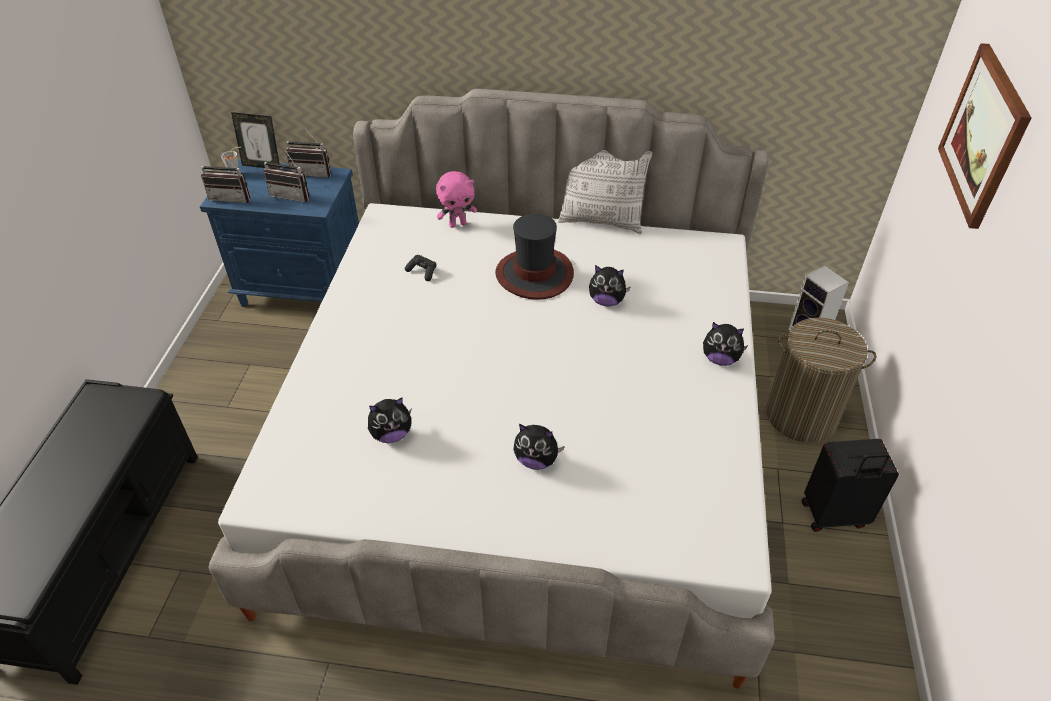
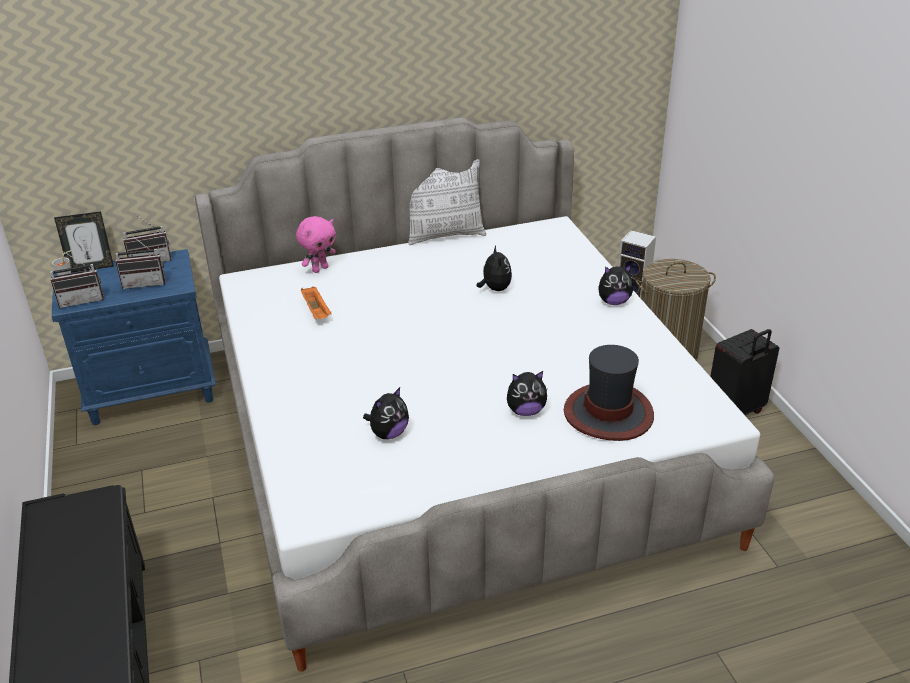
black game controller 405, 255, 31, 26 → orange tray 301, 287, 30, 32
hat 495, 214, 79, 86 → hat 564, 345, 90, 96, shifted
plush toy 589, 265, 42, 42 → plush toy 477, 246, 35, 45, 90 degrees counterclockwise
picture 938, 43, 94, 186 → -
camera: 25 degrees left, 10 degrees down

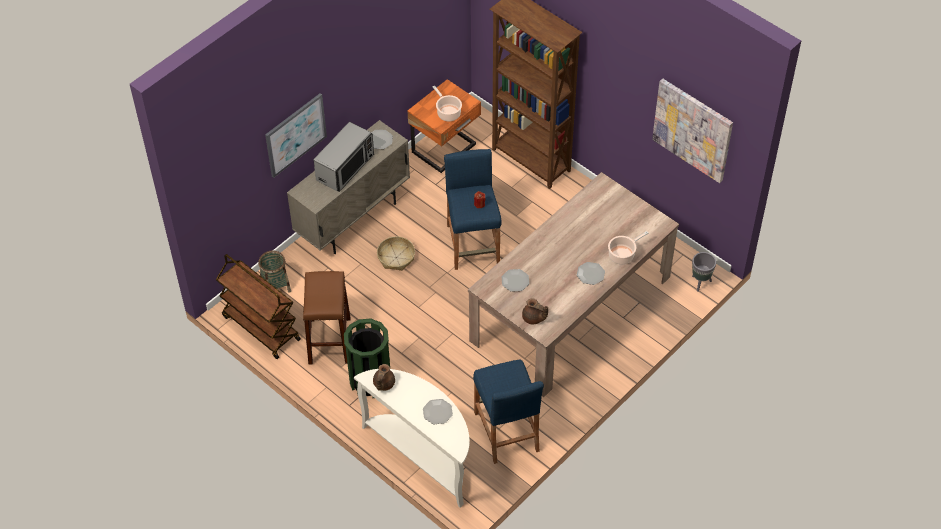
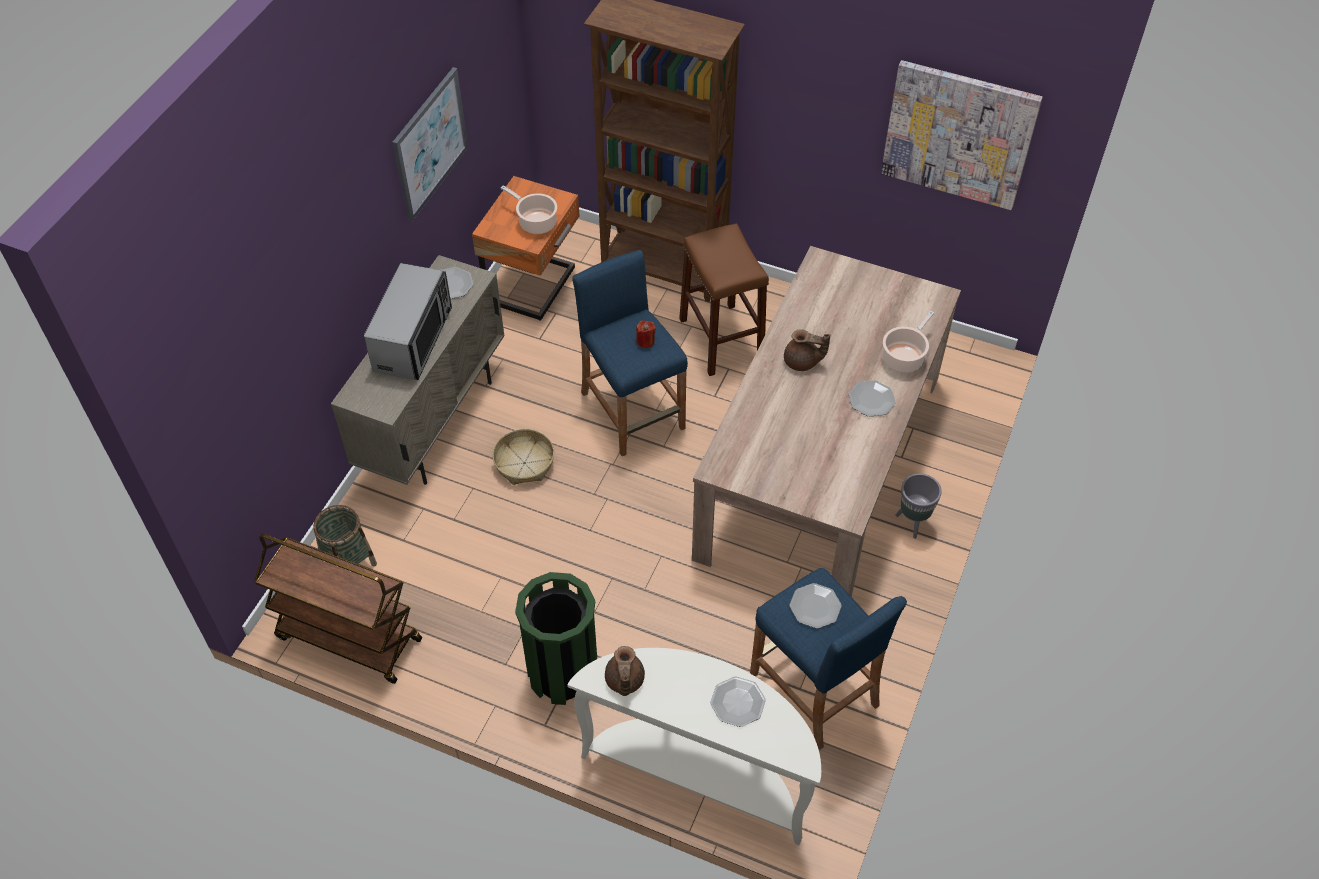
picture 265, 93, 62, 85 → picture 393, 67, 75, 155, shifted
brown stool 303, 271, 48, 93 → brown stool 679, 223, 90, 153, shifted
plate 502, 269, 27, 23 → plate 790, 583, 52, 45, shifted
brown teapot 522, 298, 26, 26 → brown teapot 784, 329, 46, 42, shifted
grey planter 692, 252, 24, 40 → grey planter 895, 473, 47, 66, shifted
camera: 20 degrees left, 0 degrees up

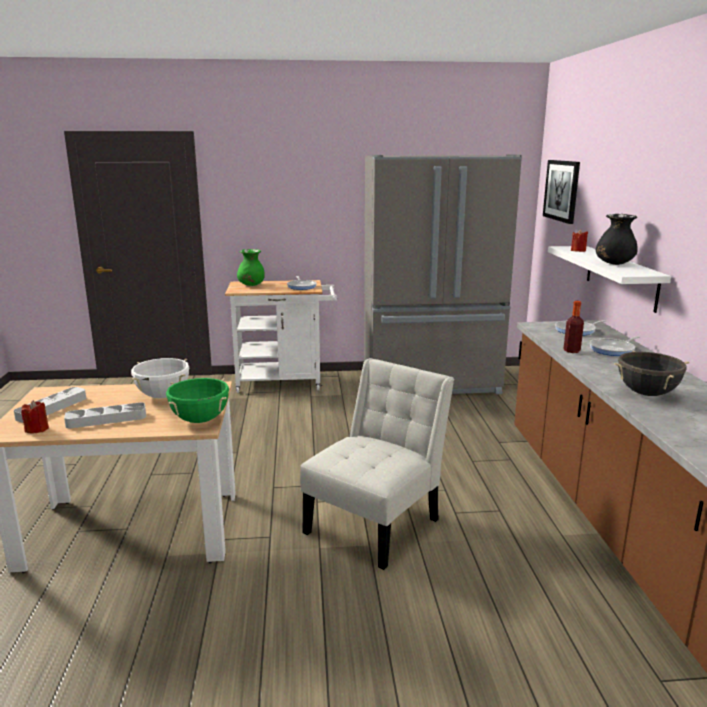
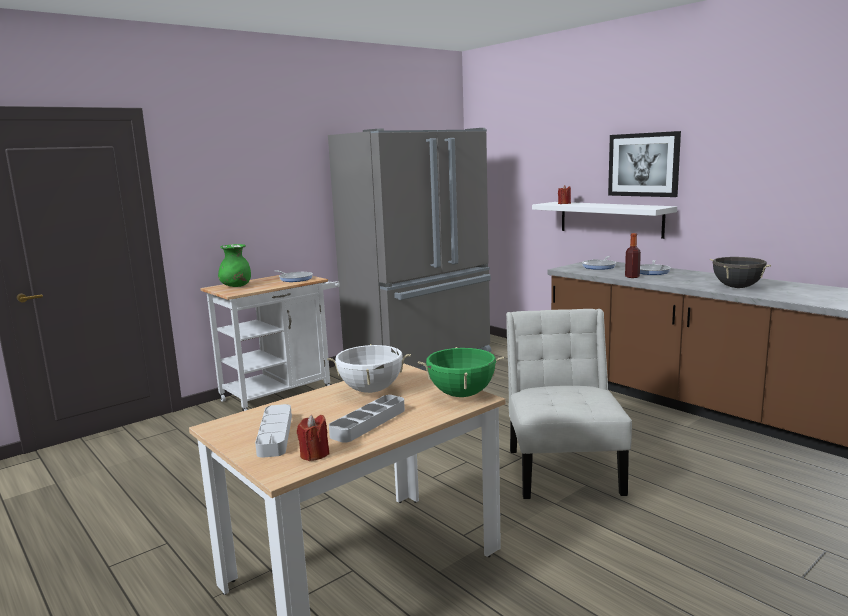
picture 543, 160, 37, 64 → picture 608, 131, 73, 66, shifted
black vase 596, 214, 42, 51 → -
camera: 35 degrees left, 5 degrees down

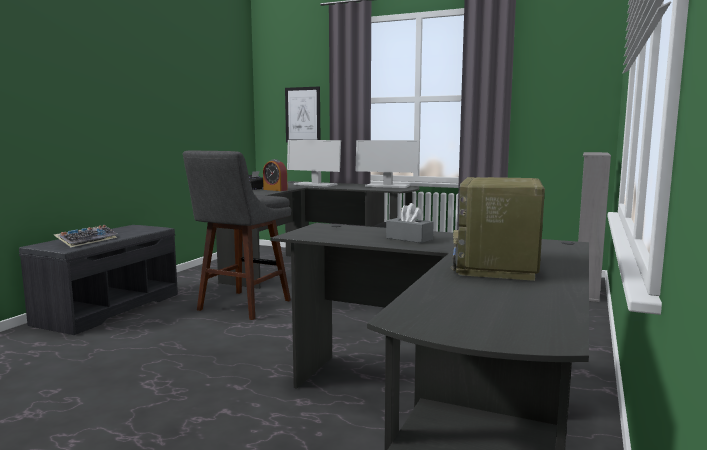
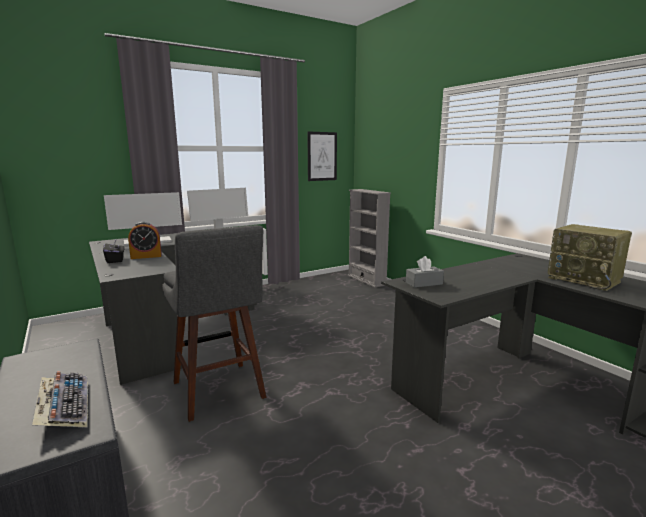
picture 285, 87, 35, 56 → picture 307, 132, 30, 49, shifted
grey tissue box 386, 203, 48, 40 → grey tissue box 406, 256, 38, 32, shifted
camera: 55 degrees left, 5 degrees up

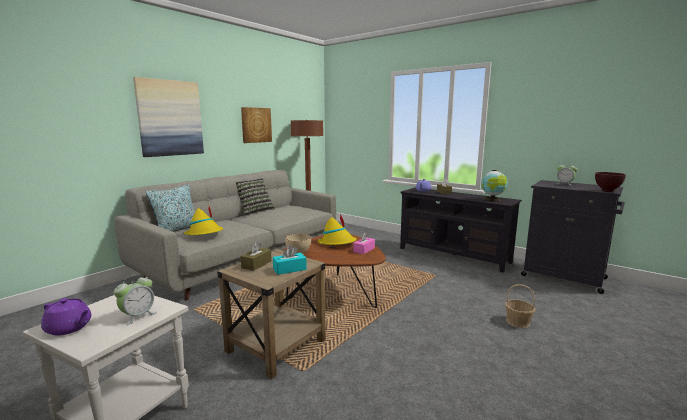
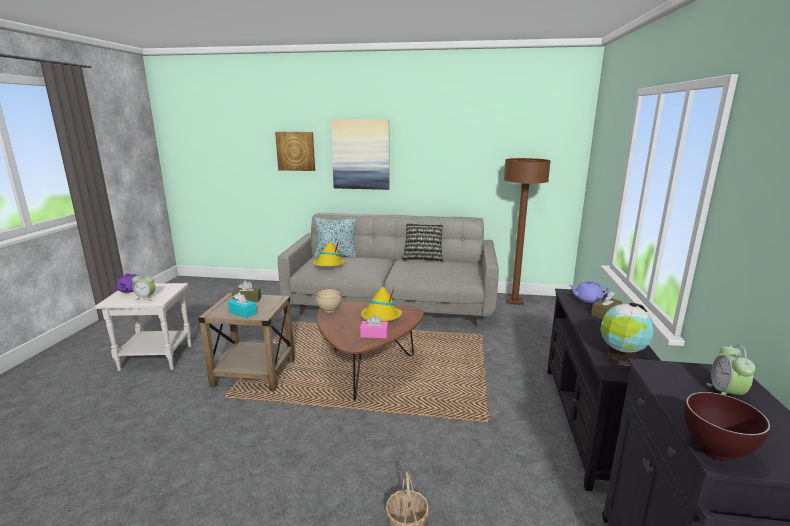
picture 241, 107, 31, 36 → picture 275, 132, 40, 39, shifted
camera: 60 degrees right, 5 degrees up

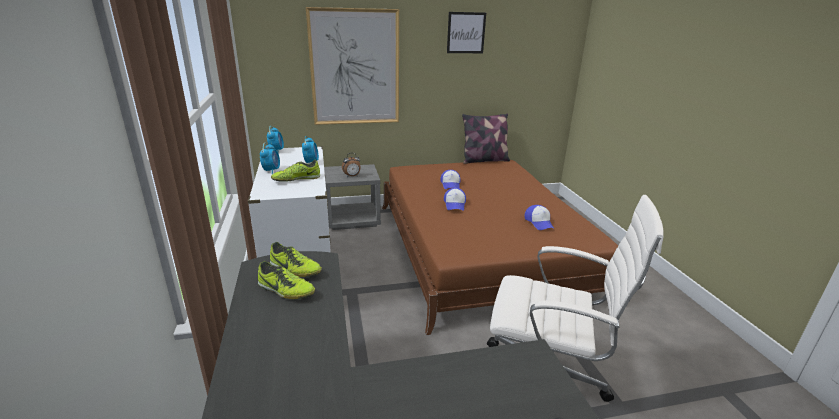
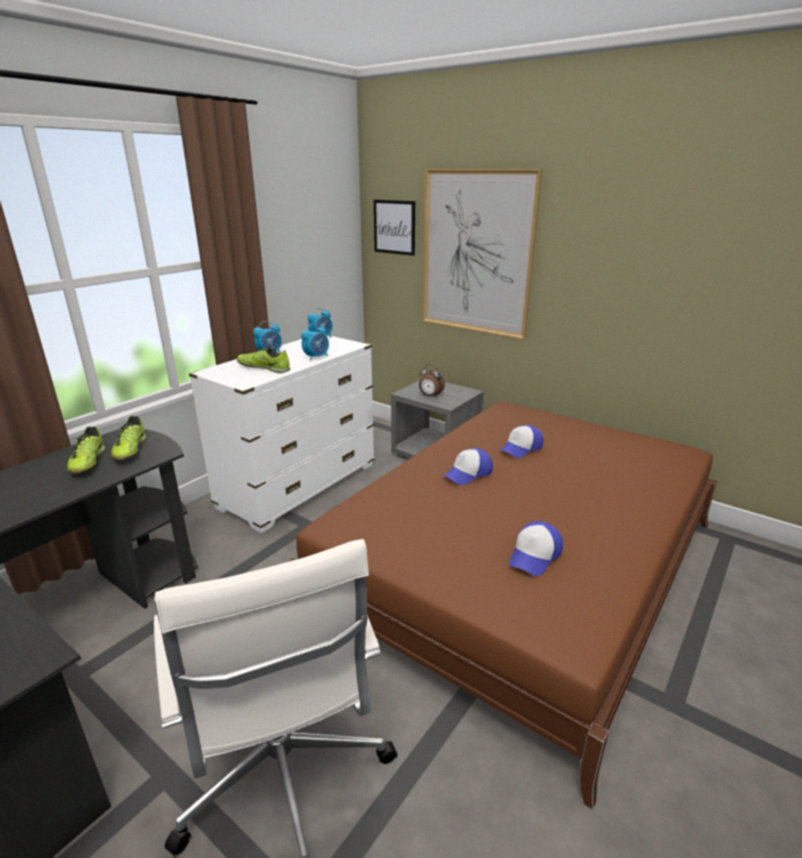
picture 447, 12, 39, 41 → picture 374, 200, 41, 56, shifted
pillow 462, 113, 48, 51 → -
camera: 50 degrees right, 0 degrees up

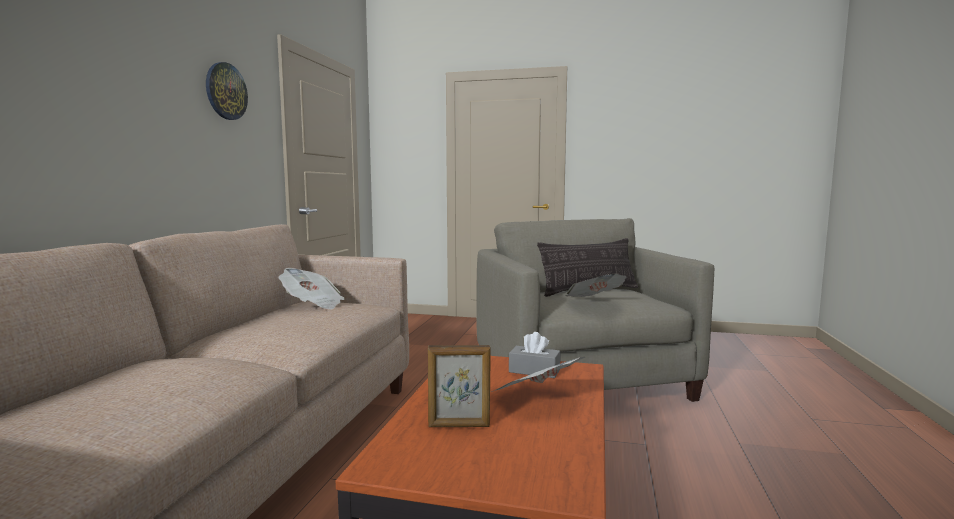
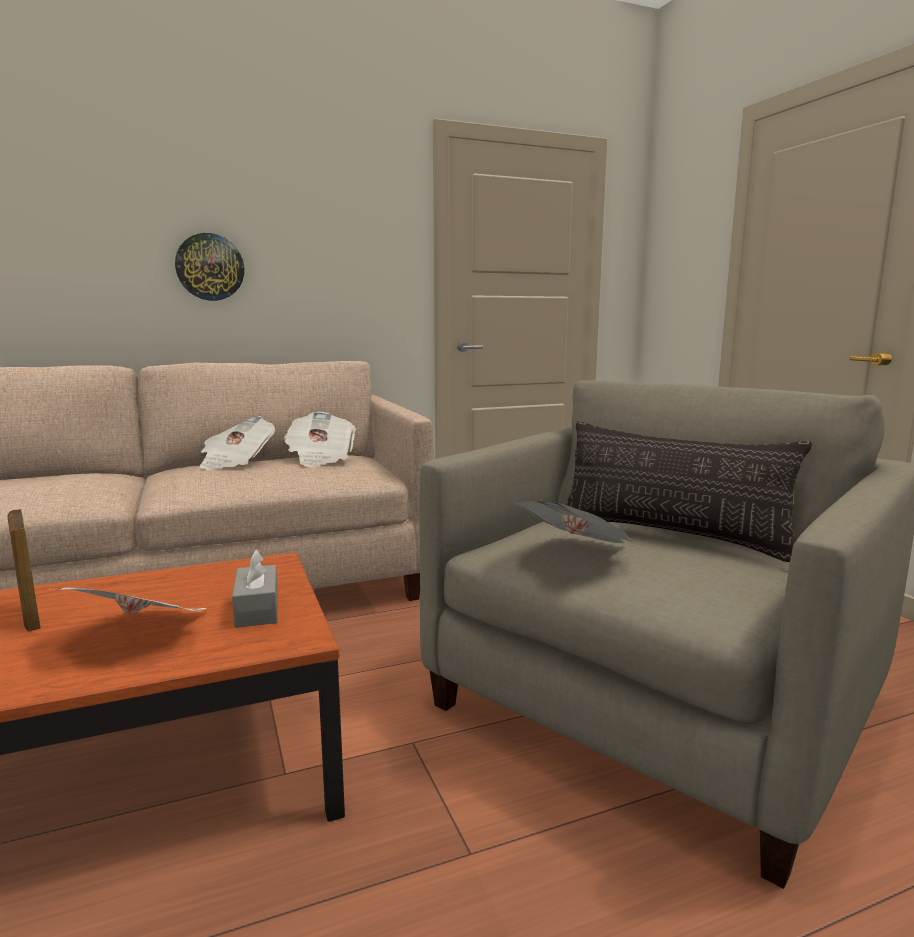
wall clock 206, 62, 42, 58 → wall clock 175, 233, 69, 68, shifted
- → newspaper 200, 416, 75, 54
camera: 55 degrees right, 5 degrees up

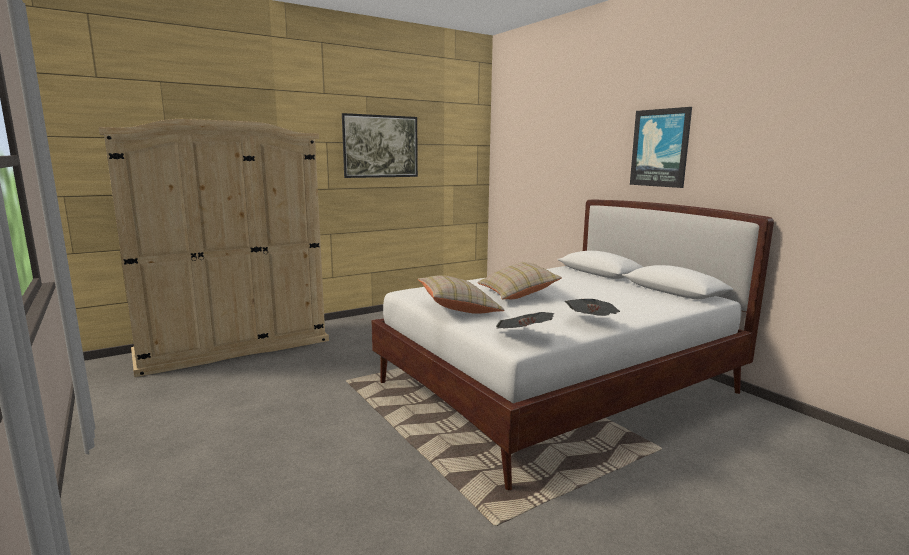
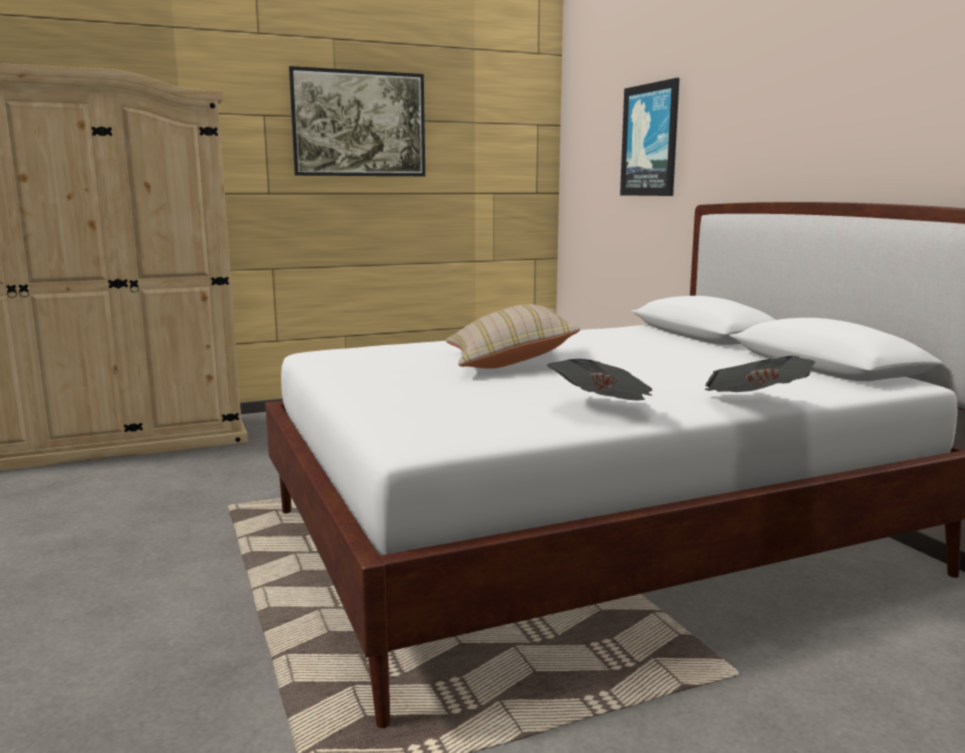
beige pillow 418, 275, 86, 39 → -
newspaper 496, 312, 58, 16 → newspaper 704, 356, 112, 36, shifted
picture 630, 107, 62, 81 → picture 620, 78, 60, 118, shifted
camera: 10 degrees right, 0 degrees up

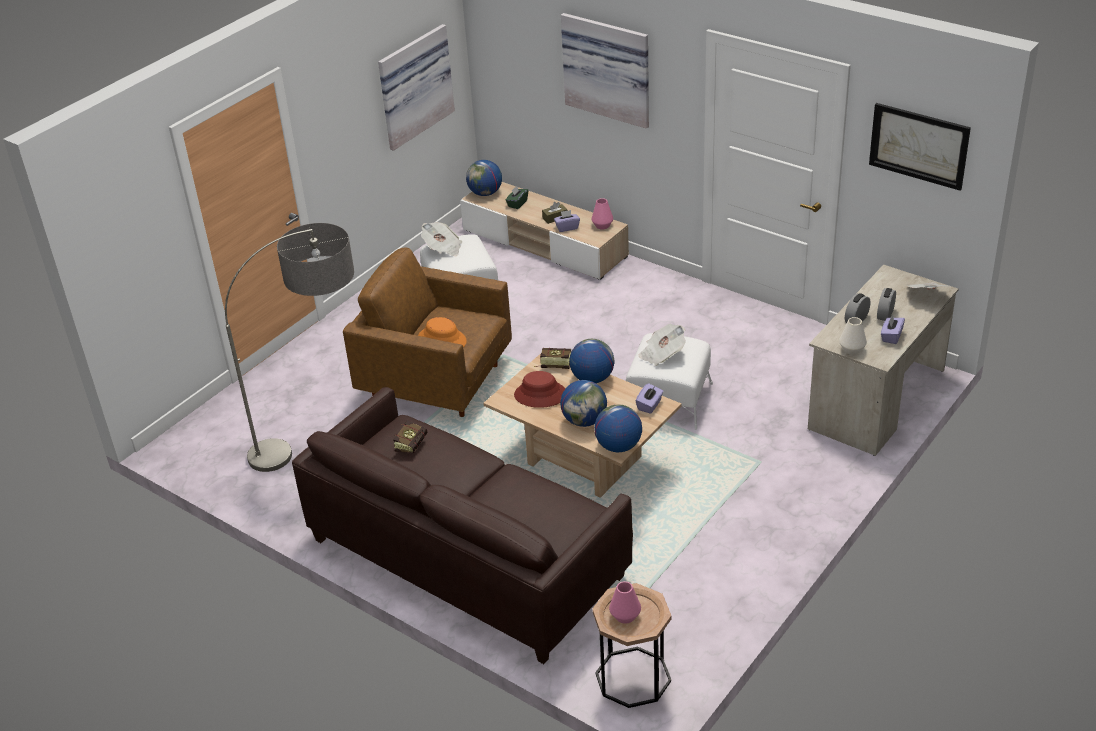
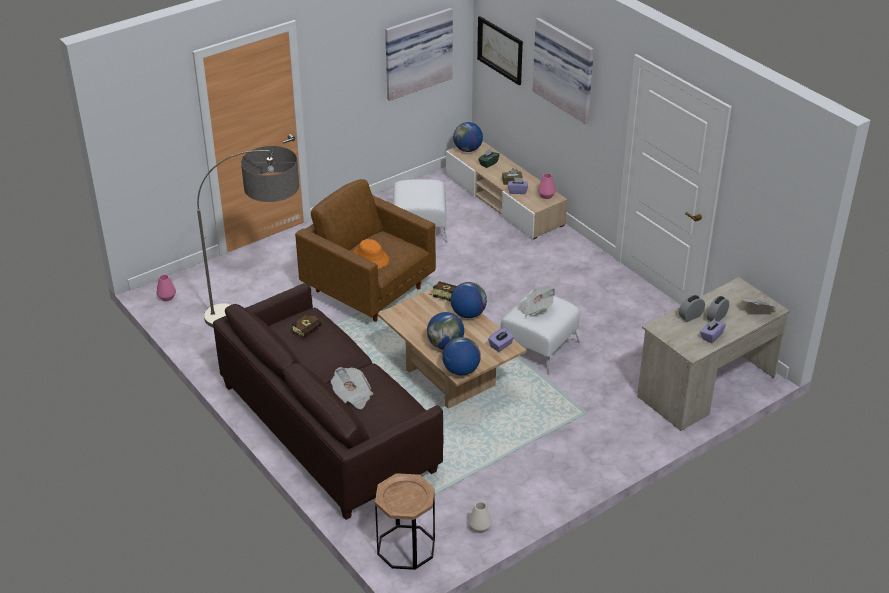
newspaper 421, 222, 41, 34 → newspaper 331, 367, 42, 42, shifted
red hat 514, 371, 52, 37 → -
pink vase 609, 581, 32, 43 → pink vase 156, 275, 20, 26, shifted
white vase 839, 317, 28, 38 → white vase 468, 502, 24, 31, shifted
picture 869, 103, 102, 88 → picture 477, 16, 46, 69, shifted
camera: 15 degrees right, 0 degrees up

